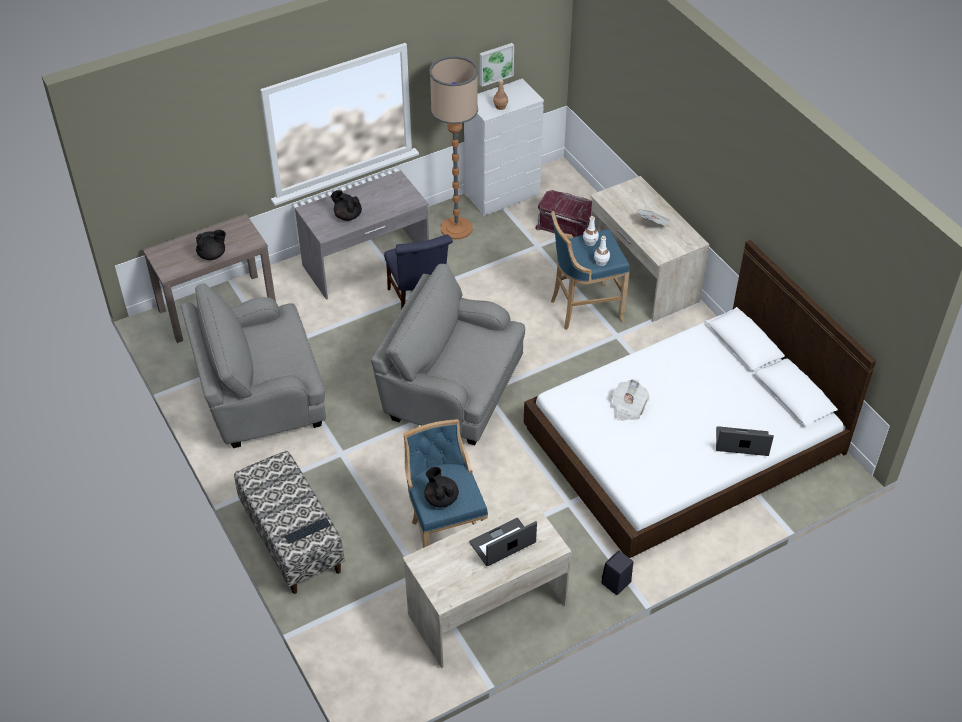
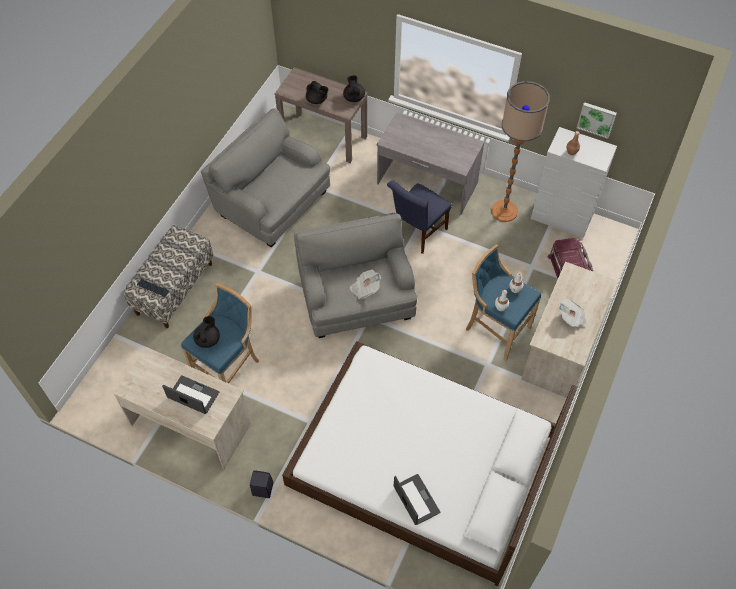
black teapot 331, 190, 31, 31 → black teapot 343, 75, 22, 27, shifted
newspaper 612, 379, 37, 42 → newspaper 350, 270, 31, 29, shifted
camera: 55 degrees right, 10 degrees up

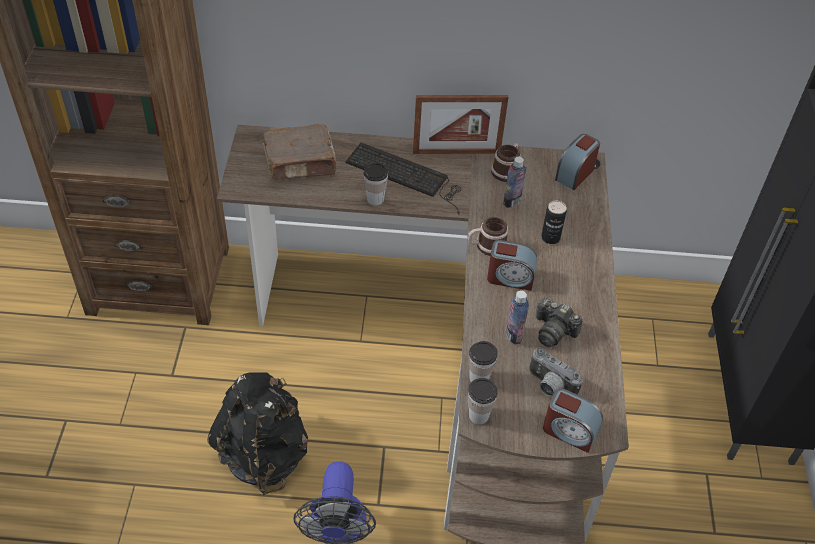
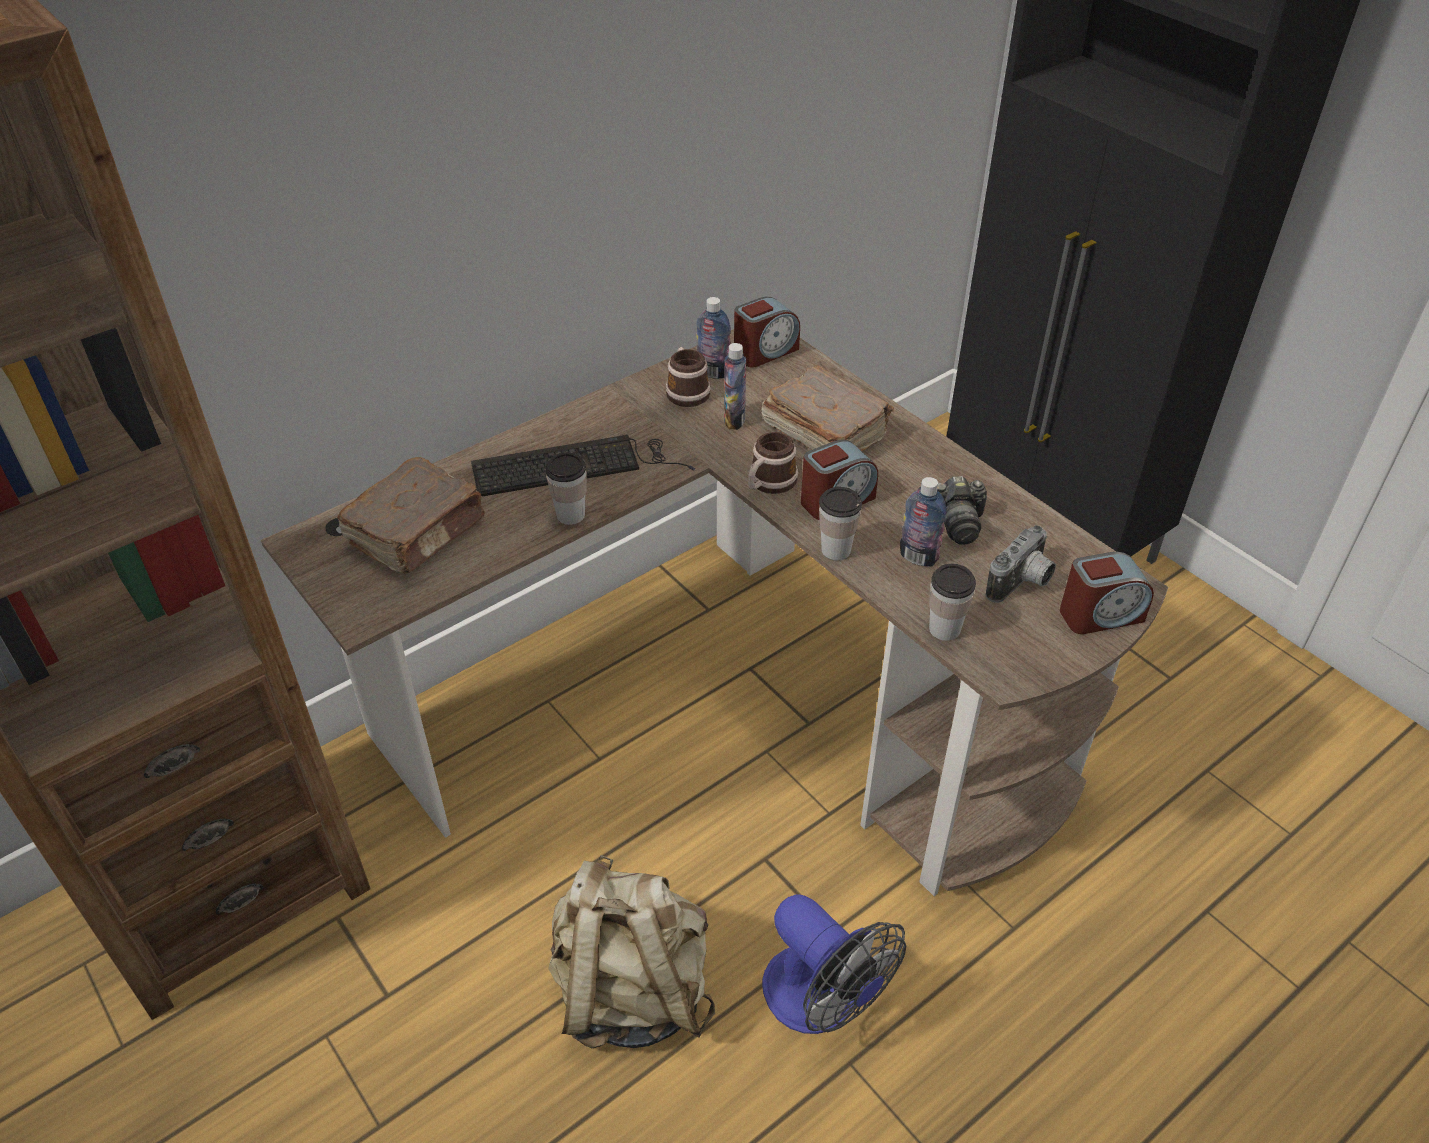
black backpack 207, 372, 101, 123 → beige backpack 548, 855, 167, 193
picture frame 413, 95, 95, 59 → -
cup 468, 378, 30, 46 → cup 819, 487, 43, 73, shifted
photo camera 529, 347, 54, 49 → photo camera 986, 525, 70, 78, 45 degrees counterclockwise
can 541, 201, 26, 43 → brown book 762, 365, 132, 86
alarm clock 555, 134, 45, 56 → alarm clock 734, 297, 66, 71, 120 degrees counterclockwise
- → bottle 696, 297, 35, 82
camera: 40 degrees left, 5 degrees down

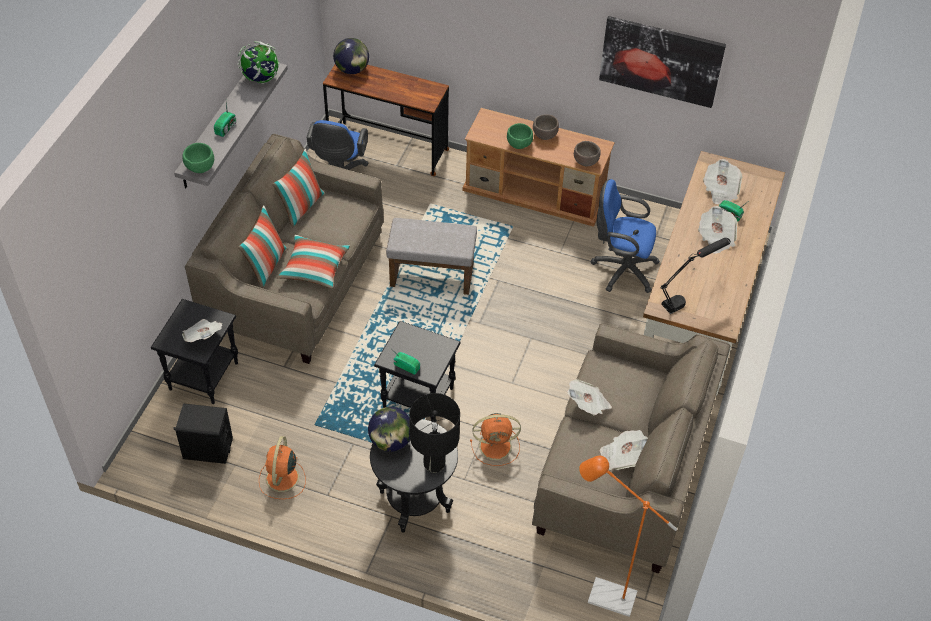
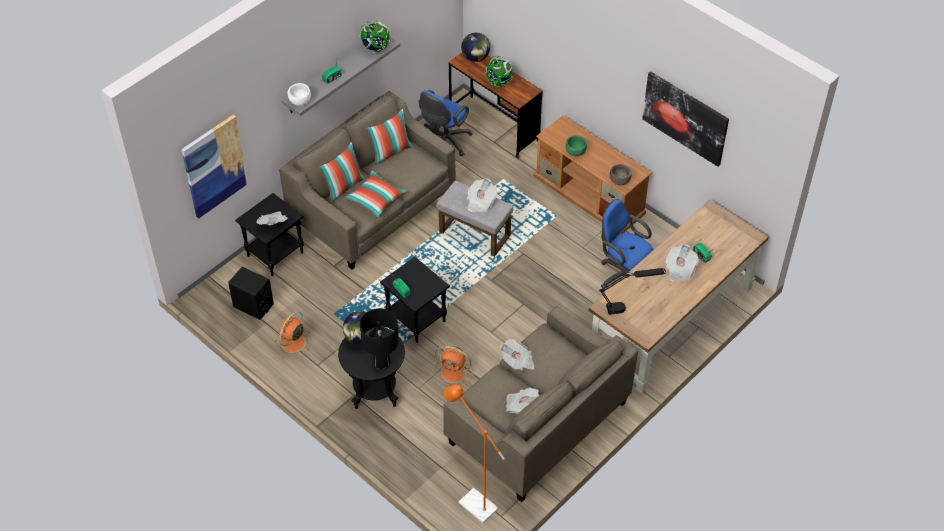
green bowl 182, 143, 32, 30 → white bowl 288, 83, 23, 23
brown bowl 533, 114, 26, 26 → -
newspaper 703, 159, 40, 46 → newspaper 467, 178, 31, 34, shifted
- → picture 181, 115, 67, 103
- → globe 485, 55, 28, 32
camera: 25 degrees right, 0 degrees up

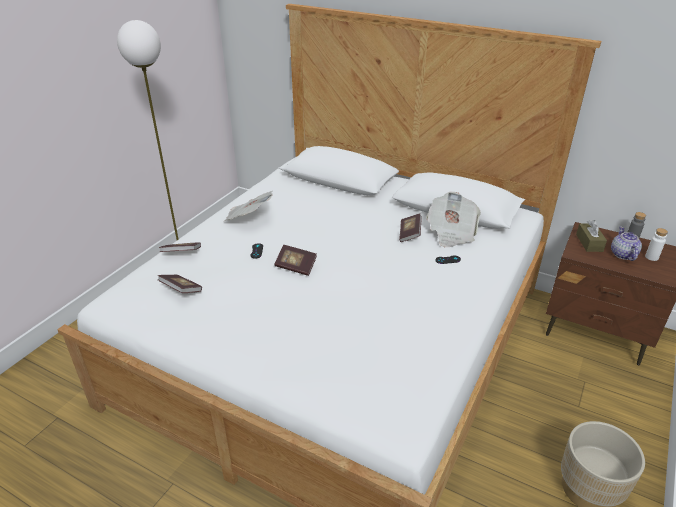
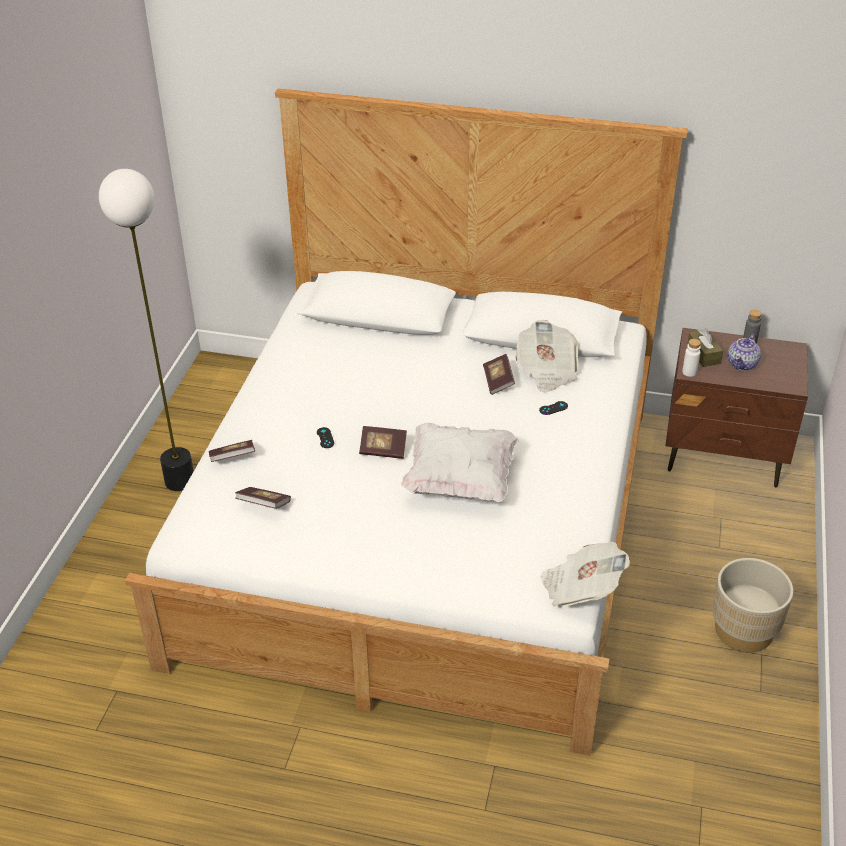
newspaper 224, 191, 49, 30 → newspaper 541, 542, 89, 65, shifted
teapot 611, 226, 31, 35 → teapot 728, 334, 33, 37, 135 degrees counterclockwise
white bottle 645, 228, 23, 33 → white bottle 682, 339, 19, 38, shifted
- → white pillow 401, 422, 118, 80
camera: 15 degrees left, 5 degrees up

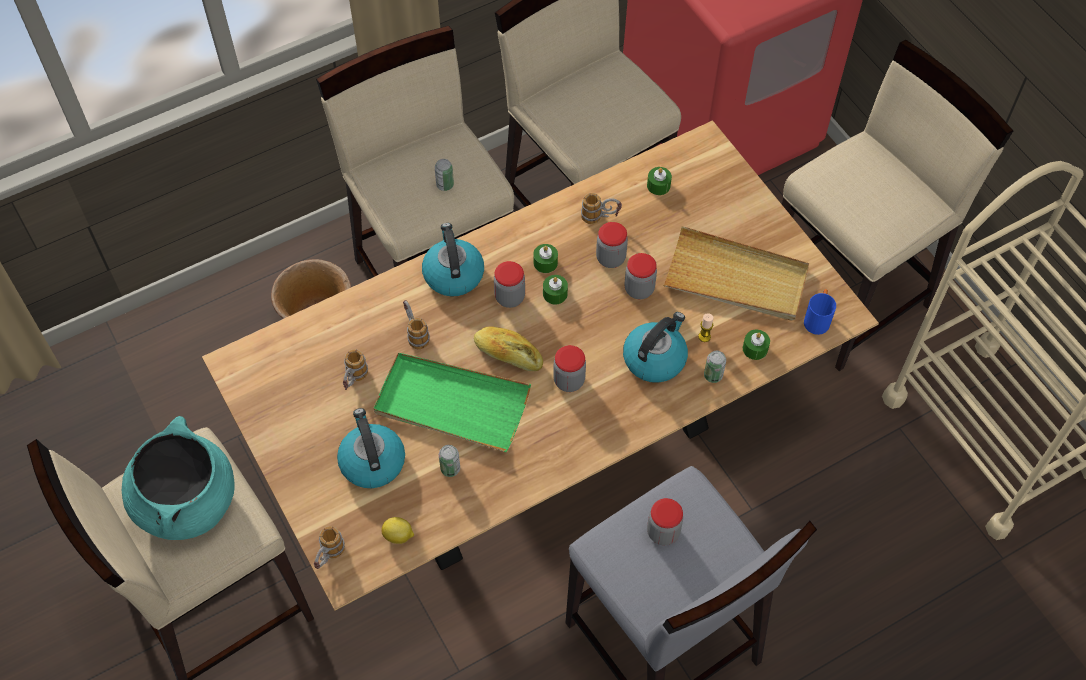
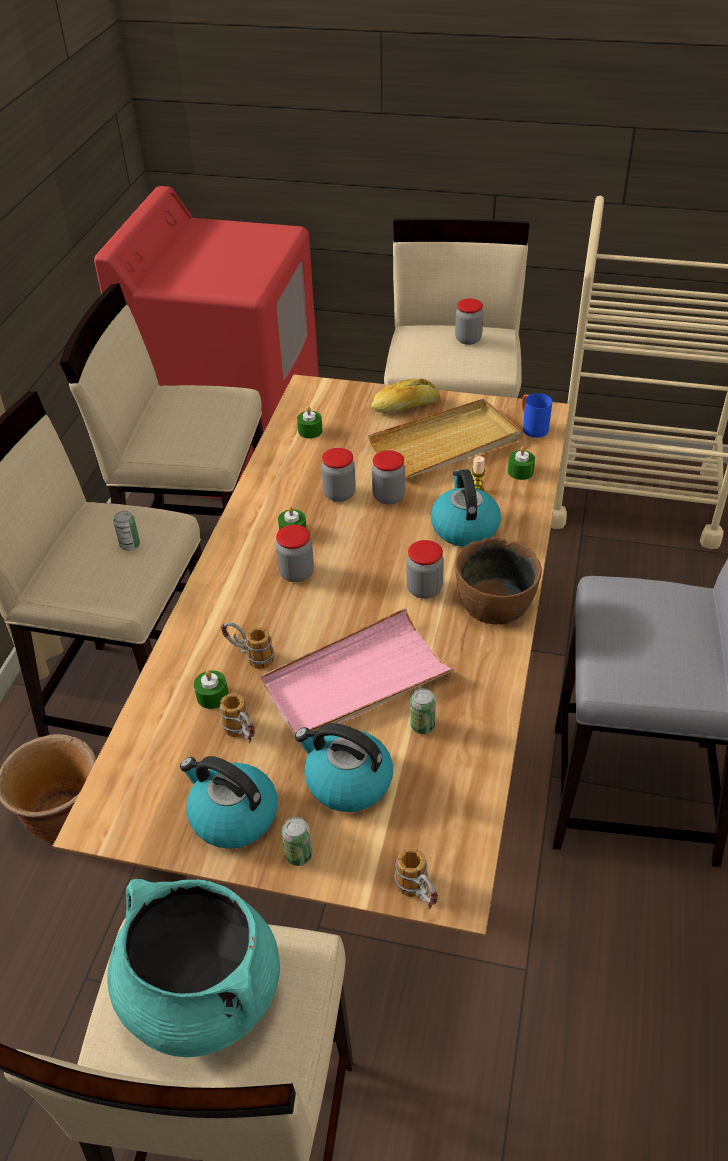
green tray 373, 353, 158, 99 → pink tray 260, 608, 196, 129
lemon 381, 517, 33, 27 → -
kettle 422, 223, 62, 73 → kettle 180, 756, 98, 93, shifted
bread 474, 326, 69, 45 → bread 371, 379, 69, 35, shifted
green candle 543, 275, 25, 29 → green candle 194, 670, 35, 39, shifted
mug 581, 193, 41, 31 → -
jar 647, 498, 36, 47 → jar 455, 299, 28, 46, shifted
can 704, 351, 22, 32 → can 282, 817, 31, 49, shifted
- → brown bowl 455, 538, 87, 86
camera: 45 degrees left, 15 degrees down

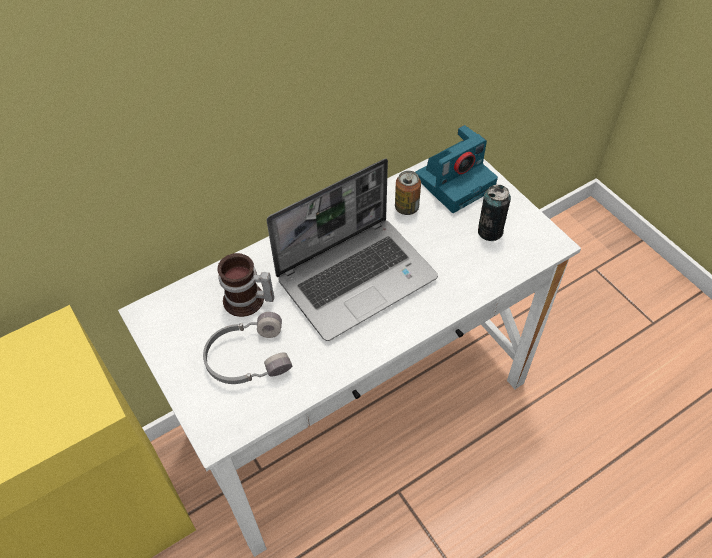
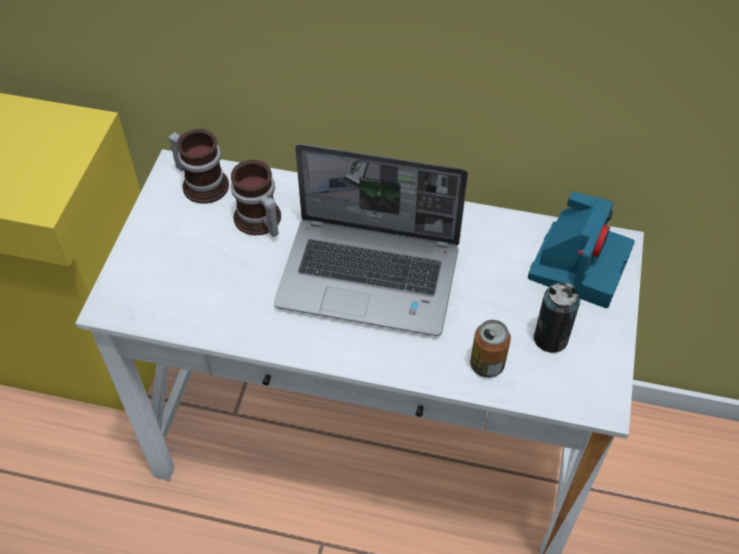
grey headphones 203, 312, 89, 72 → -
can 395, 171, 26, 44 → can 470, 320, 41, 58, shifted
photo camera 415, 125, 83, 88 → photo camera 528, 191, 107, 117, 75 degrees counterclockwise
- → mug 168, 129, 61, 75
camera: 45 degrees right, 0 degrees up

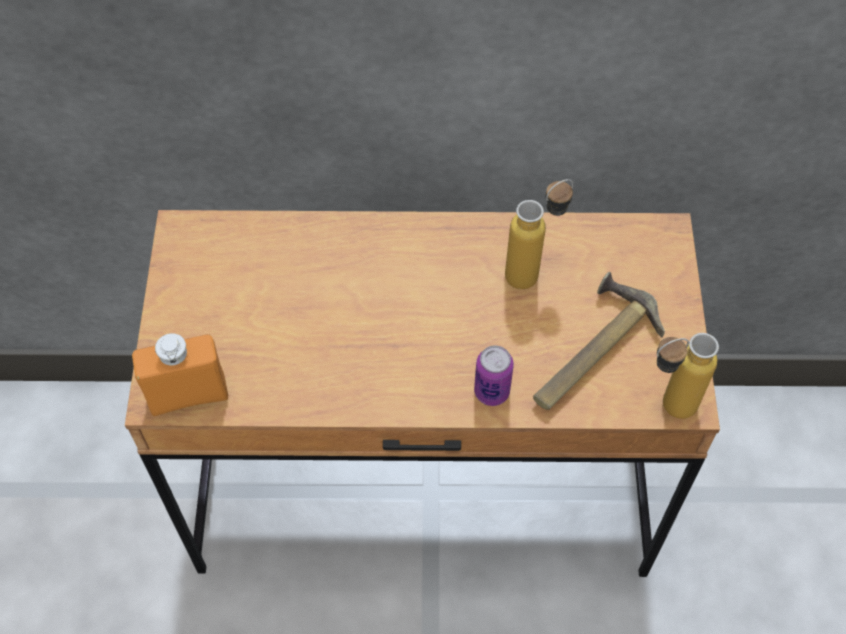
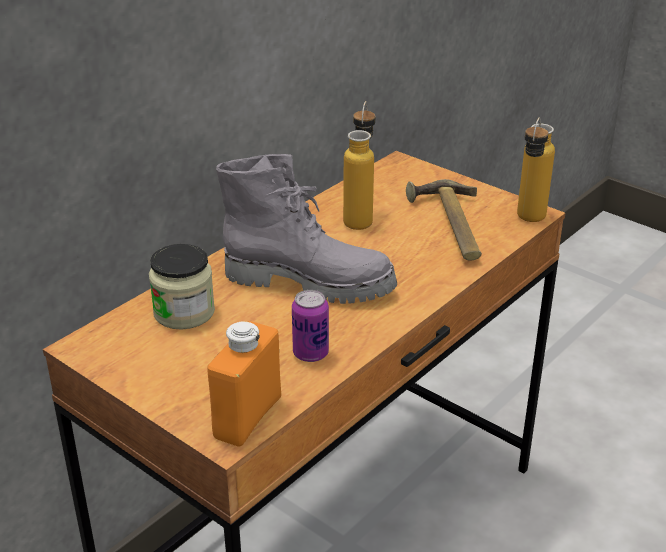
can 474, 346, 40, 60 → can 292, 290, 37, 72, shifted
- → jar 149, 244, 66, 85
- → grey boot 216, 154, 181, 150
camera: 50 degrees left, 25 degrees down

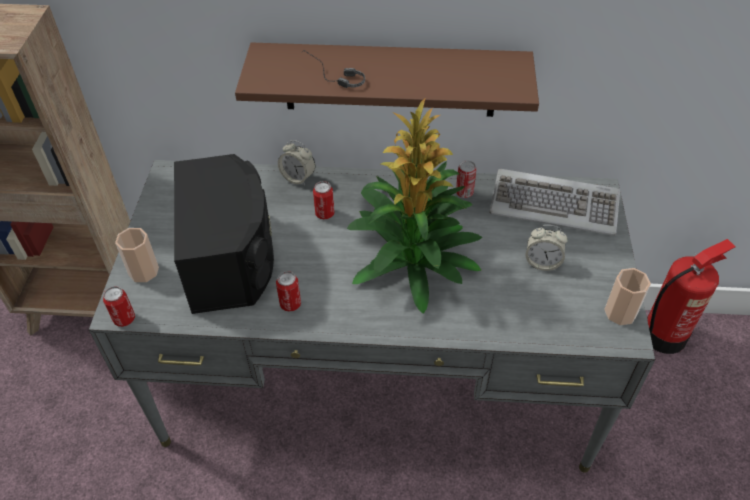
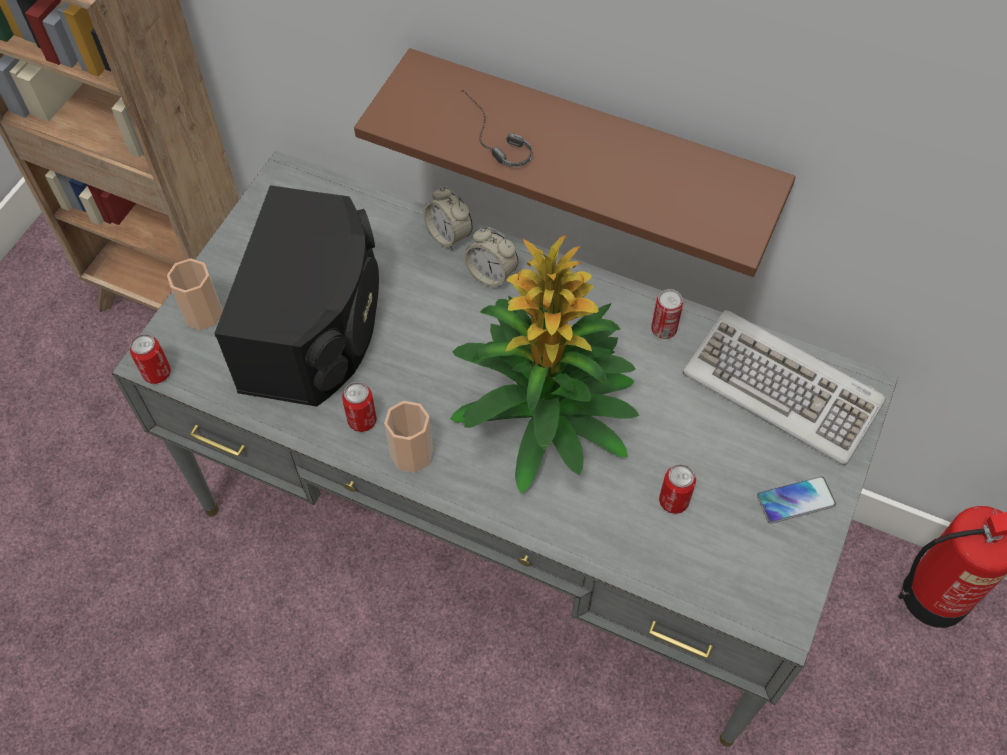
can 313, 181, 22, 38 → can 659, 464, 37, 50, shifted
alarm clock 526, 225, 42, 46 → alarm clock 464, 227, 54, 62, shifted
cup 604, 268, 47, 57 → cup 384, 401, 49, 72, shifted
- → phone 757, 476, 79, 48
camera: 20 degrees right, 10 degrees up

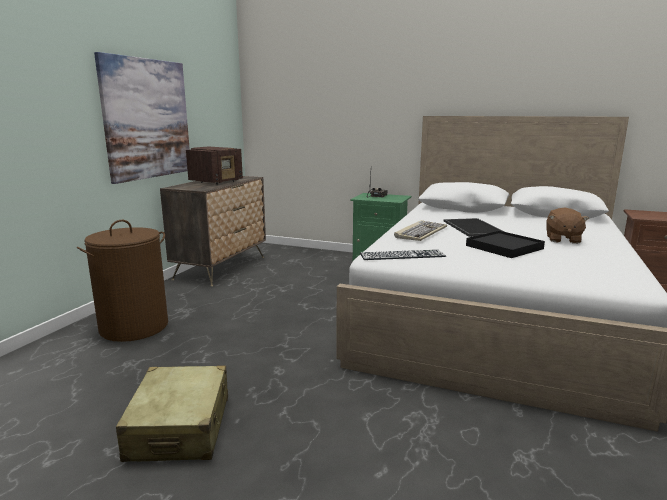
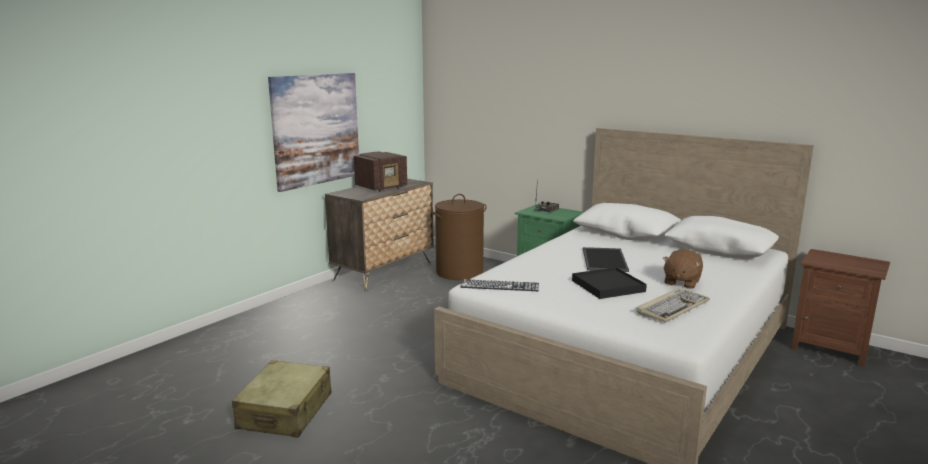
brown laundry basket 77, 220, 91, 122 → brown laundry basket 431, 194, 56, 86, shifted
keyboard 394, 220, 53, 21 → keyboard 636, 288, 74, 35, shifted
camera: 15 degrees right, 0 degrees up

